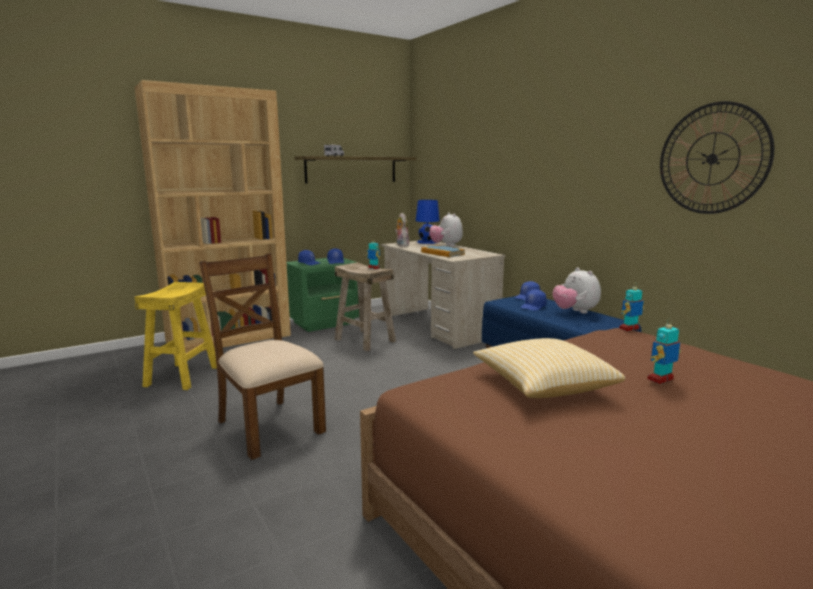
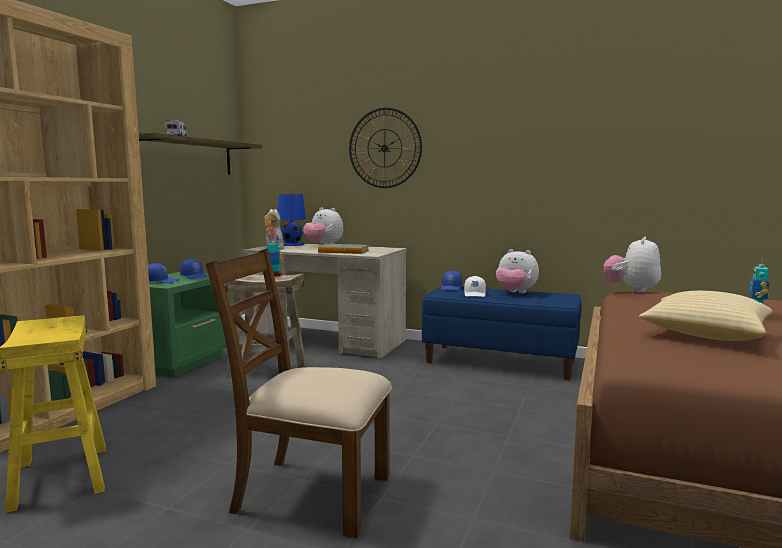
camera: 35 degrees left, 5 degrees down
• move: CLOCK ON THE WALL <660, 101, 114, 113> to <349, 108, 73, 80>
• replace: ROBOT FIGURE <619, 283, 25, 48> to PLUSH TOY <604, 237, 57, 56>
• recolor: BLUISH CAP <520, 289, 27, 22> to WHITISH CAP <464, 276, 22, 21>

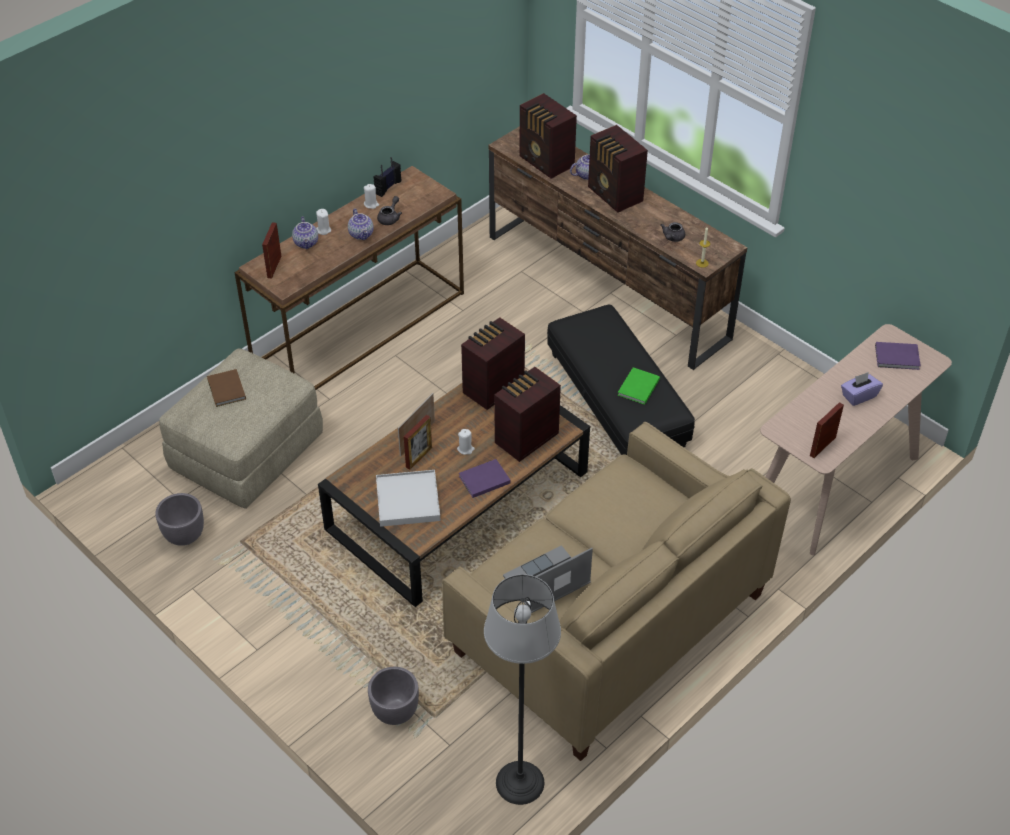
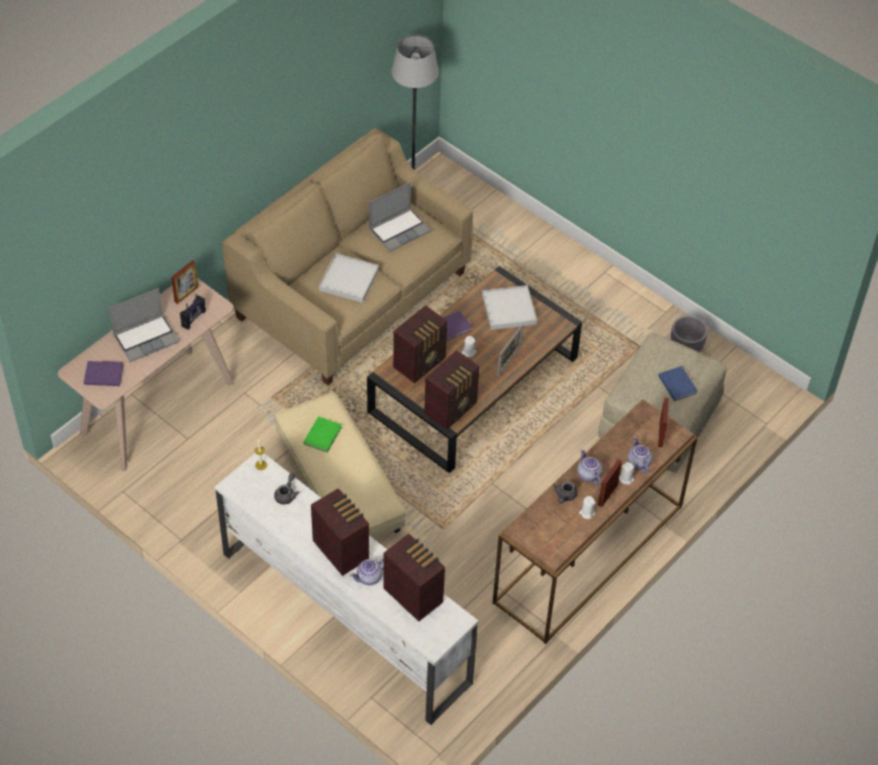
camera: 175 degrees right, 5 degrees up
• recolor: BROWN TV STAND <488, 126, 260, 244> to WHITISH TV STAND <215, 453, 263, 272>
• move: RADIO SET <373, 157, 28, 40> to <180, 294, 26, 36>
• recolor: BLACKISH OTTOMAN <547, 305, 148, 150> to BEIGE OTTOMAN <275, 392, 131, 147>
• recolor: BROWN VOLUME <207, 369, 39, 38> to BLUISH VOLUME <658, 366, 40, 35>
• replace: PURPLE BOX OF TISSUES <841, 372, 42, 34> to LAPTOP <109, 288, 70, 74>
• move: PHOTO FRAME <404, 415, 28, 55> to <598, 459, 24, 48>
• delete: GRAY FLOWER POT <368, 667, 51, 58>
• insert: WHITISH TRAY <319, 253, 60, 50>

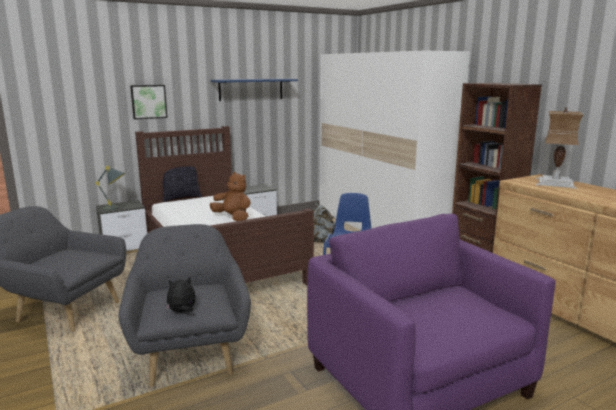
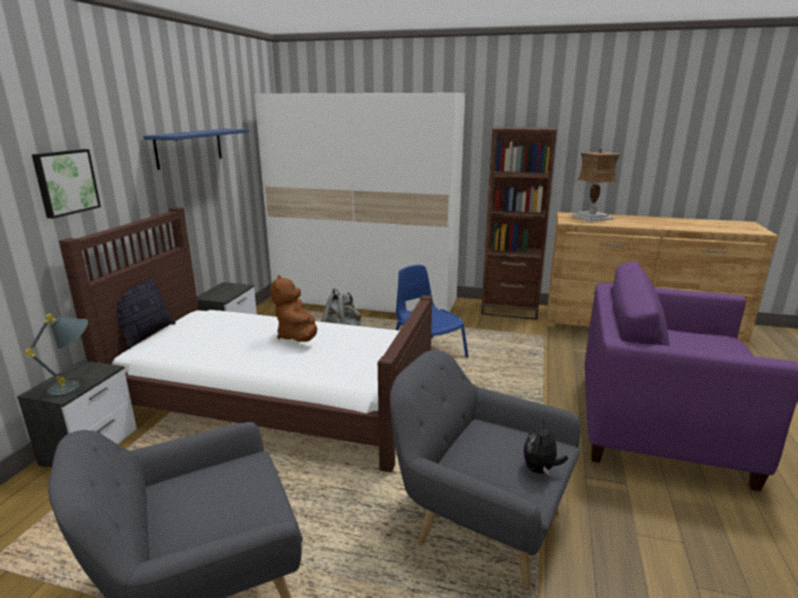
camera: 45 degrees left, 5 degrees up
• rotate: BROWN PLUSH TOY <210, 172, 41, 49> = <271, 275, 46, 67> 90 degrees counterclockwise

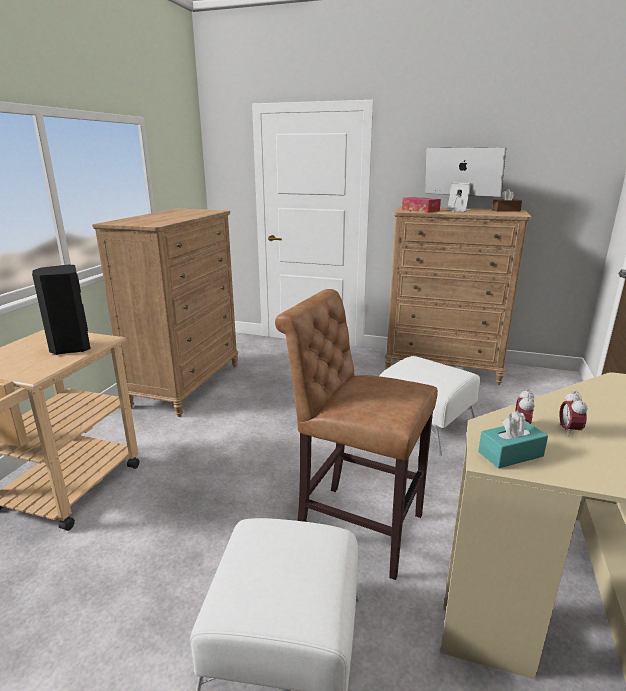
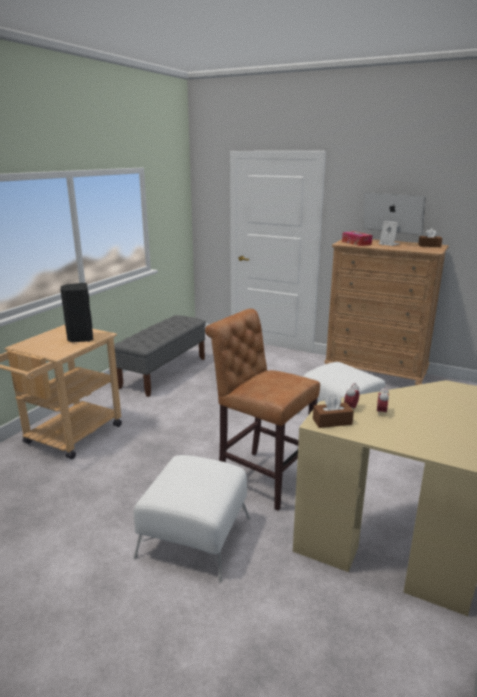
camera: 10 degrees right, 0 degrees up
• replace: BROWN DRESSER <92, 209, 146, 208> to GRAY INDOOR BENCH <114, 315, 92, 82>
• recolor: TURQUOISE-COLOURED BOX OF TISSUES <478, 410, 70, 59> to BROWN BOX OF TISSUES <313, 394, 41, 34>

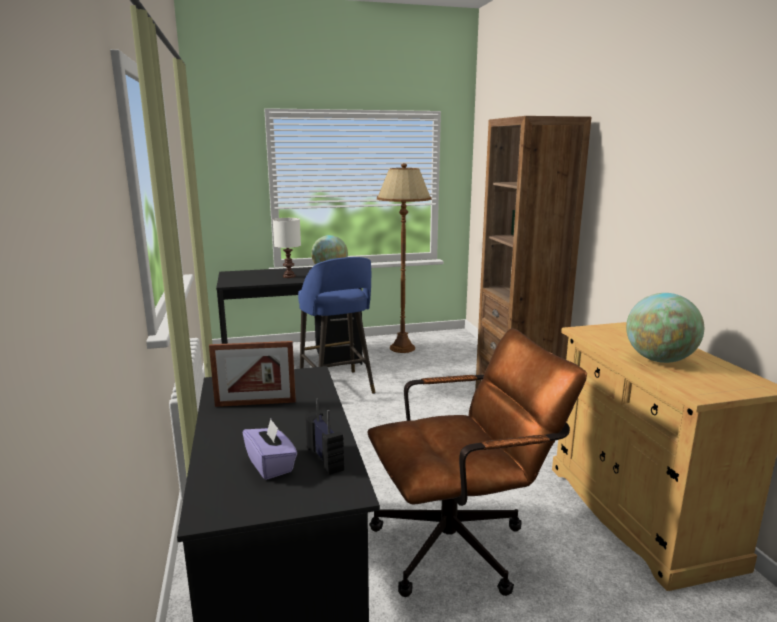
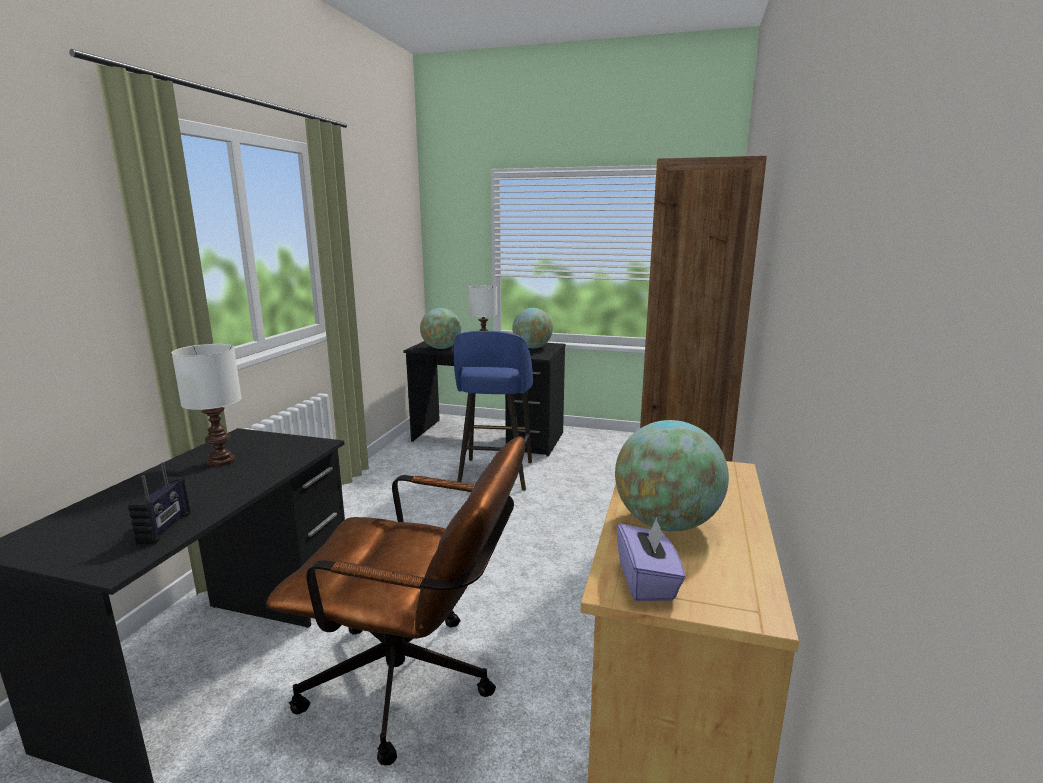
camera: 30 degrees right, 0 degrees up
• delete: BROWN STANDARD LAMP <377, 163, 55, 190>
• replace: PHOTO FRAME <209, 341, 87, 66> to WHITISH TABLETOP LAMP <171, 344, 71, 122>
• move: PURPLE BOX OF TISSUES <243, 419, 54, 61> to <617, 517, 69, 84>
• insert: GLOBE <420, 308, 41, 41>

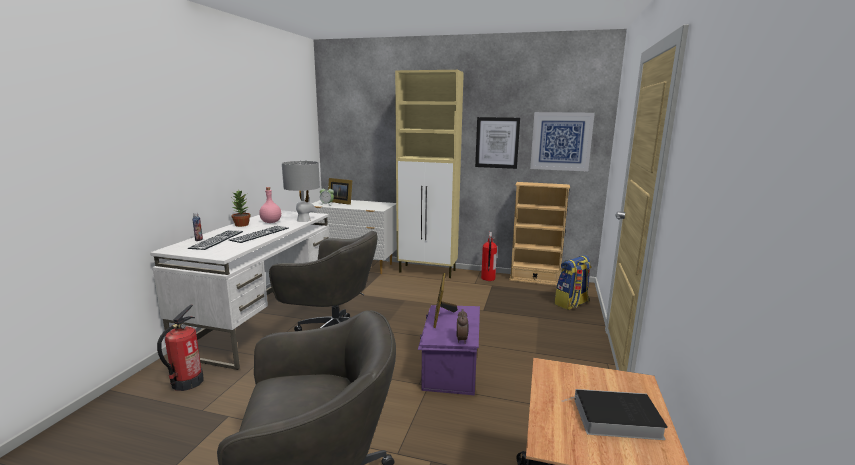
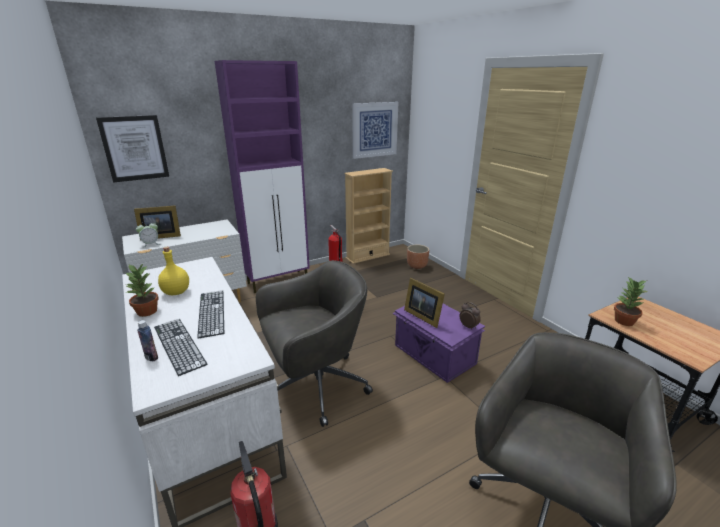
camera: 45 degrees left, 10 degrees up
• recolor: BEIGE CUPBOARD <395, 70, 69, 208> to PURPLE CUPBOARD <215, 60, 95, 233>
• move: PICTURE <475, 117, 45, 52> to <96, 115, 73, 68>
• delete: GRAY TABLETOP LAMP <282, 161, 38, 61>
• recolor: PINK-COLOURED DRINK BOTTLE <259, 187, 22, 36> to YELLOW-COLOURED DRINK BOTTLE <158, 247, 31, 48>
• replace: RUCKSACK <555, 255, 37, 55> to BROWN FLOWER POT <407, 245, 22, 24>
• delete: VOLUME <562, 389, 106, 51>
• insert: PLANT IN A POT <614, 277, 33, 49>

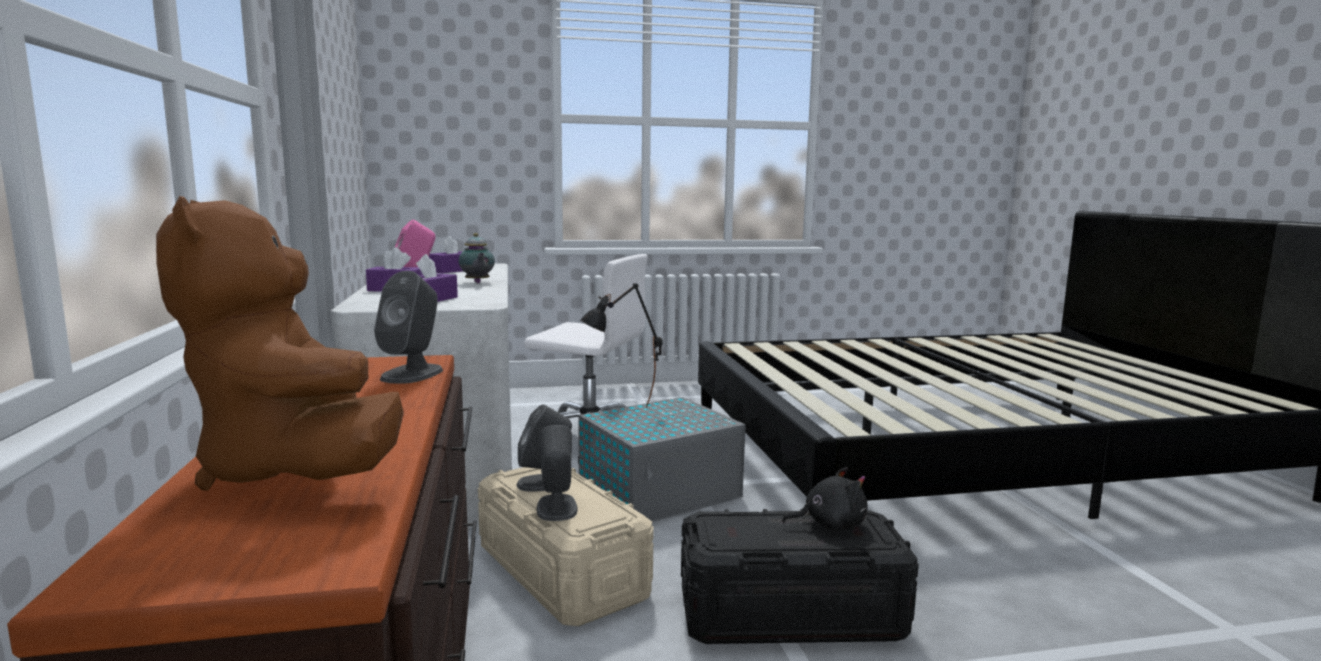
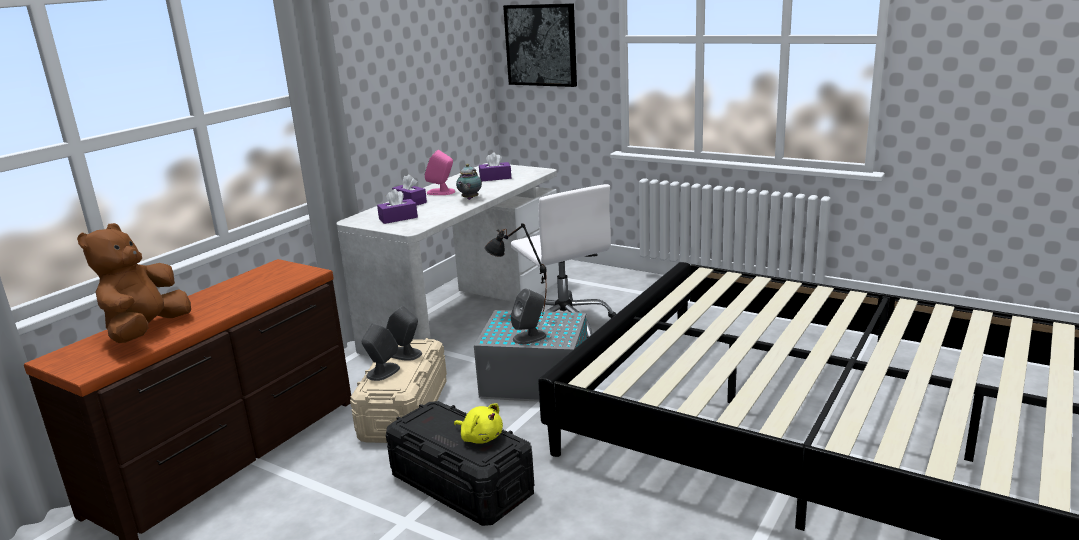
camera: 45 degrees right, 10 degrees up
• move: GRAY LOUDSPEAKER <374, 271, 69, 113> to <511, 289, 36, 56>
• recolor: BLACKISH PLUSH TOY <782, 467, 86, 64> to YELLOW-COLOURED PLUSH TOY <454, 403, 49, 41>
• insert: PICTURE <503, 3, 74, 84>

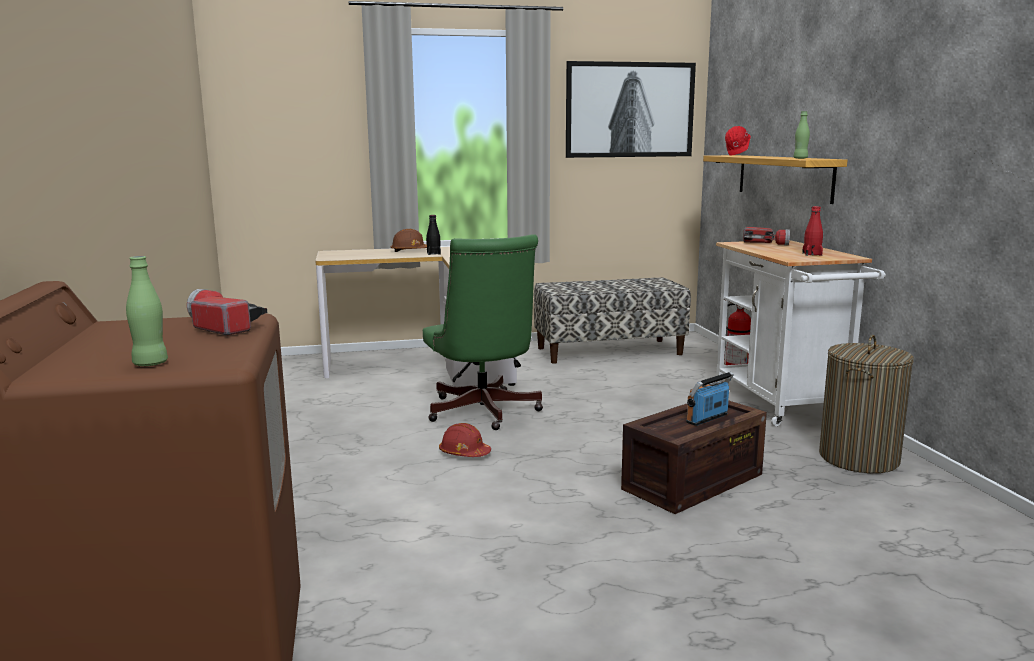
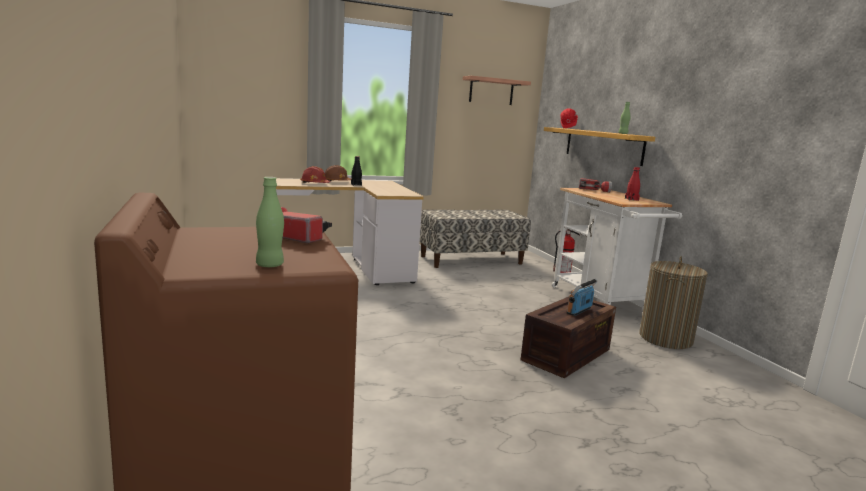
camera: 10 degrees left, 0 degrees up
• replace: PICTURE <566, 61, 130, 97> to BRACKET SHELF <463, 76, 68, 29>
• delete: GREEN-COLOURED DESK CHAIR <423, 234, 120, 196>
• move: REDDISH HARD HAT <439, 423, 52, 34> to <300, 166, 30, 17>

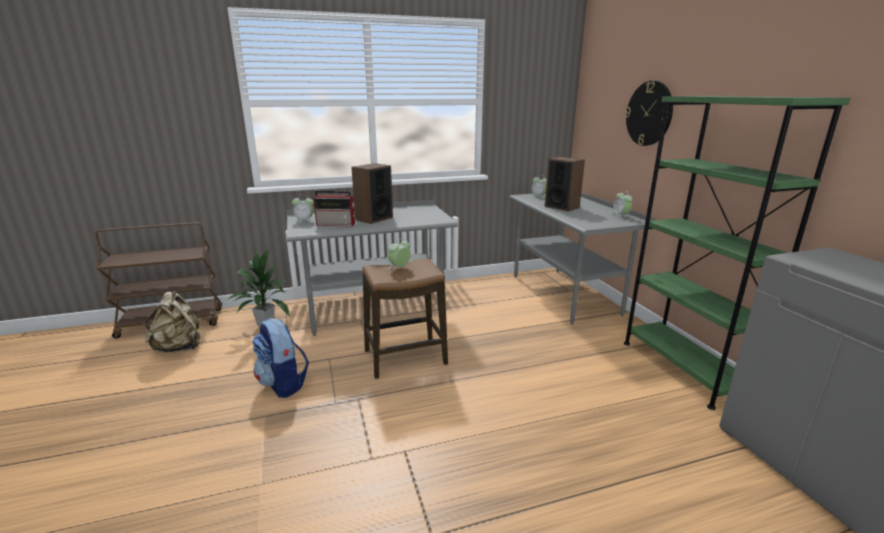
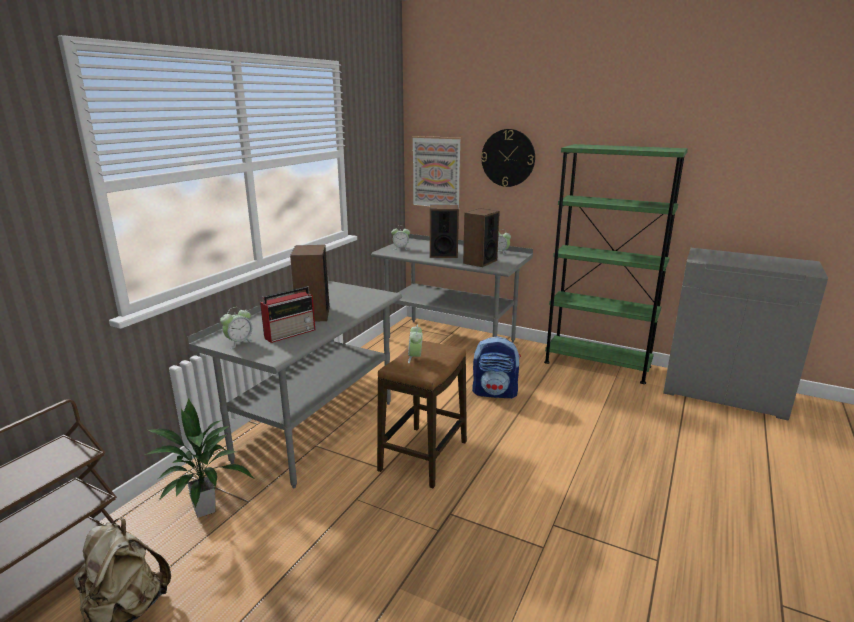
camera: 45 degrees left, 0 degrees up
• move: RUCKSACK <252, 318, 57, 80> to <472, 336, 49, 63>
• insert: PICTURE <412, 136, 49, 72>
• insert: LOUDSPEAKER <463, 208, 37, 59>

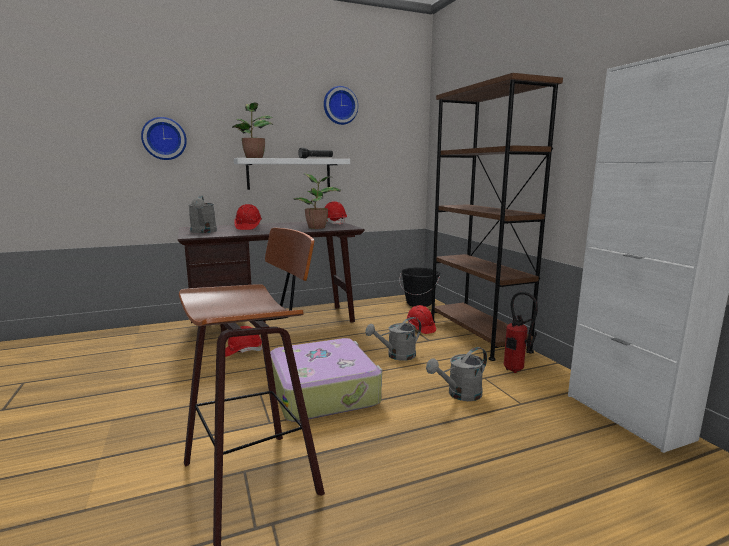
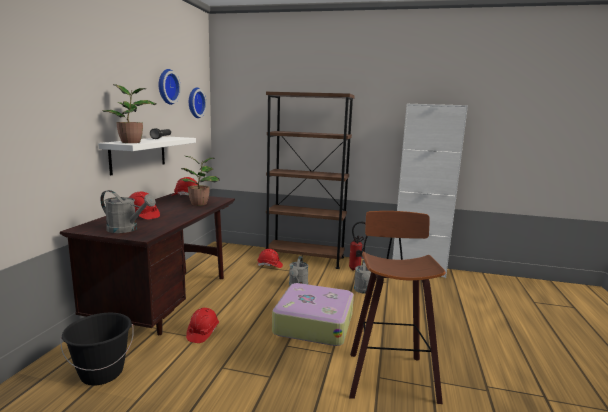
camera: 55 degrees left, 0 degrees up
• move: CLOCK ON THE WALL <141, 117, 46, 43> to <189, 87, 18, 31>
• move: BLACKISH WATER BUCKET <399, 267, 41, 40> to <60, 313, 74, 73>

